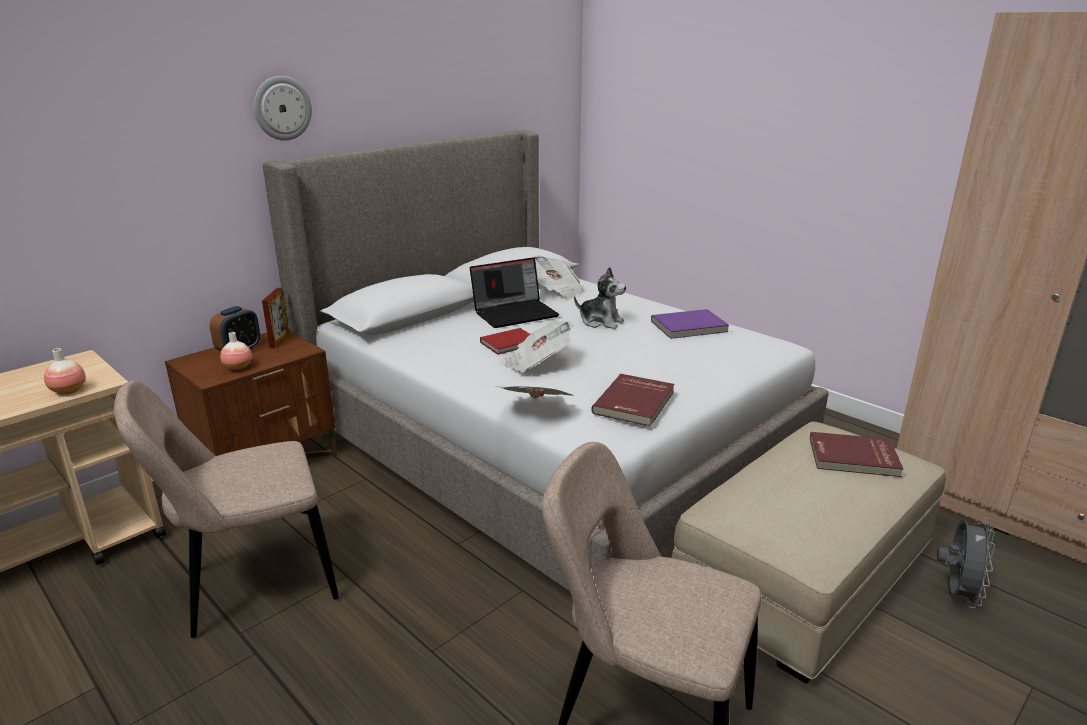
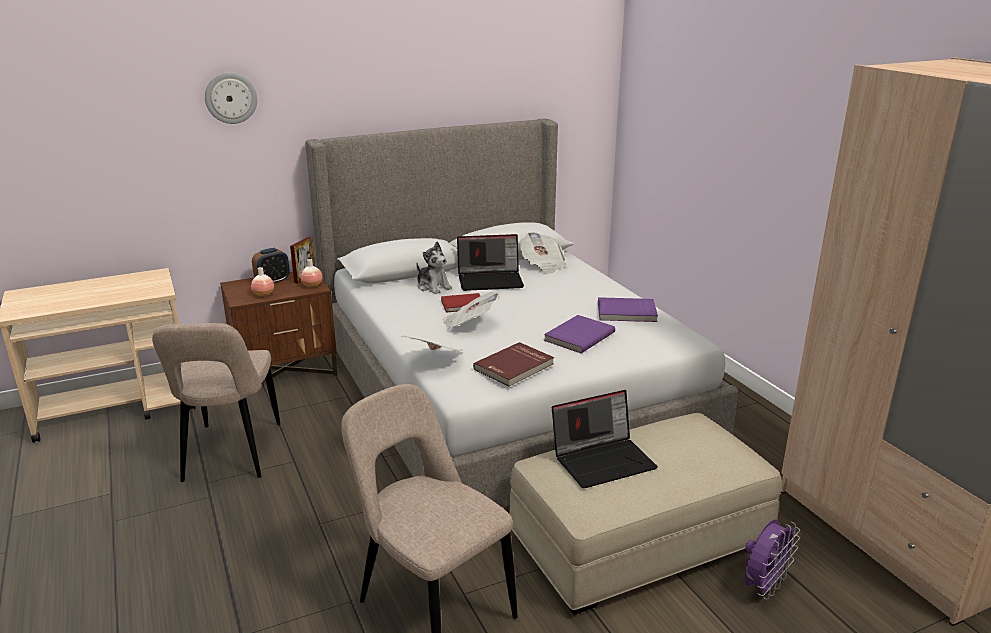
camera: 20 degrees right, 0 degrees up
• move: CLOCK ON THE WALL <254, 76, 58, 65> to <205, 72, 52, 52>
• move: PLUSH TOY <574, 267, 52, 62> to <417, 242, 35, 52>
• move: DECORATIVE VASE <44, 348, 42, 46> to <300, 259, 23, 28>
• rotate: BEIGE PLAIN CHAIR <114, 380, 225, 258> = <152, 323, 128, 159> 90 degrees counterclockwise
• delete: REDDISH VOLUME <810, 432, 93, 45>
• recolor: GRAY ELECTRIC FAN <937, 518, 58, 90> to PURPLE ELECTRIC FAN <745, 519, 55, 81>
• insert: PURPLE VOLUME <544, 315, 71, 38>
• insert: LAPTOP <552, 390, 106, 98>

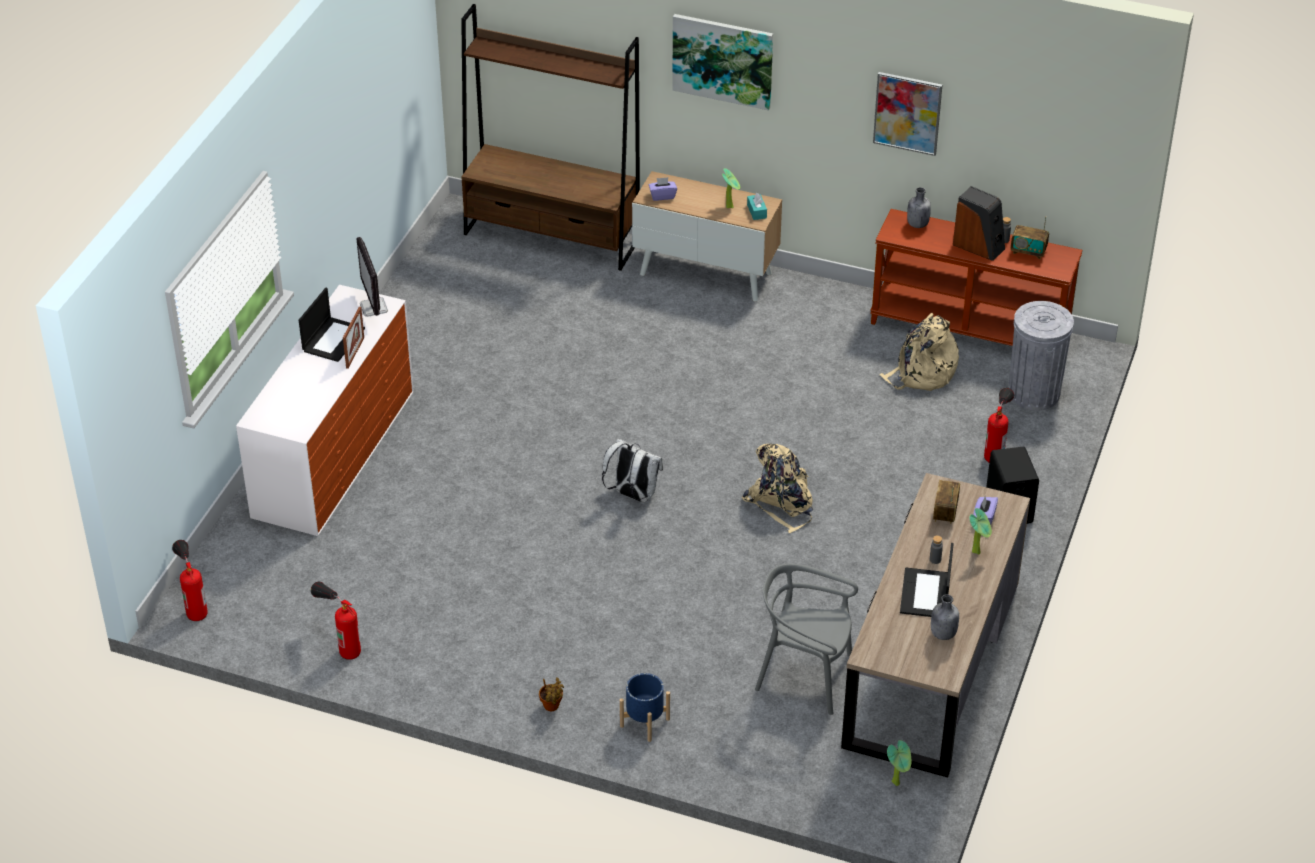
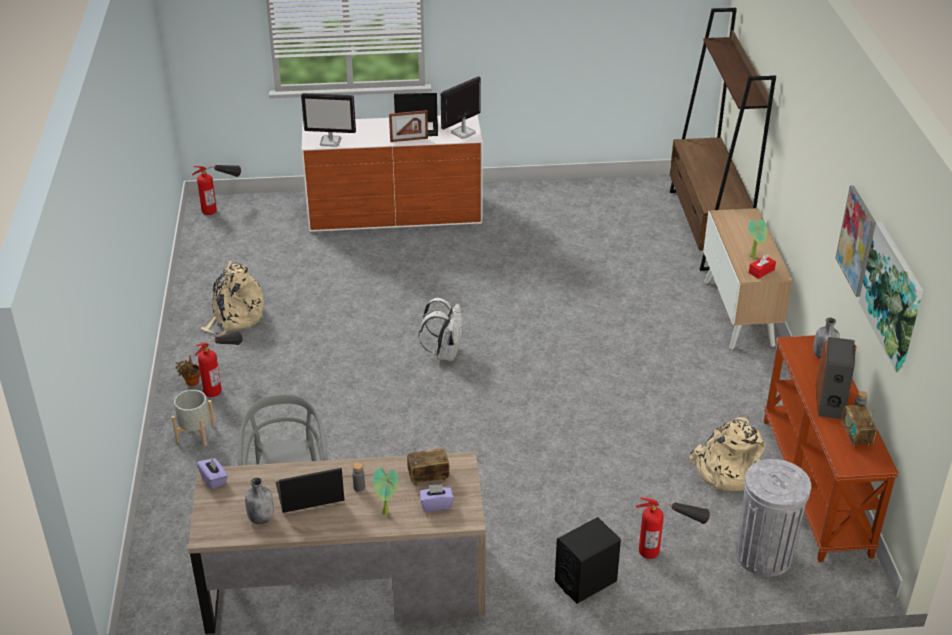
camera: 65 degrees right, 5 degrees down
• move: PICTURE <672, 14, 101, 97> to <859, 222, 64, 151>
• move: PURPLE BOX OF TISSUES <649, 177, 28, 24> to <196, 457, 32, 32>
• recolor: TURQUOISE-COLOURED BOX OF TISSUES <747, 193, 20, 27> to REDDISH BOX OF TISSUES <749, 254, 27, 25>
• move: BEIGE RUCKSACK <742, 444, 71, 89> to <200, 261, 64, 74>
• move: FIRE-FIGHTING CYLINDER <311, 582, 50, 78> to <195, 331, 48, 66>
• recolor: BLUISH FLOWER POT <620, 673, 50, 69> to GRAY FLOWER POT <172, 390, 43, 56>
• delete: PLANT IN A POT <887, 740, 24, 46>
• insert: MONITOR <301, 93, 55, 54>

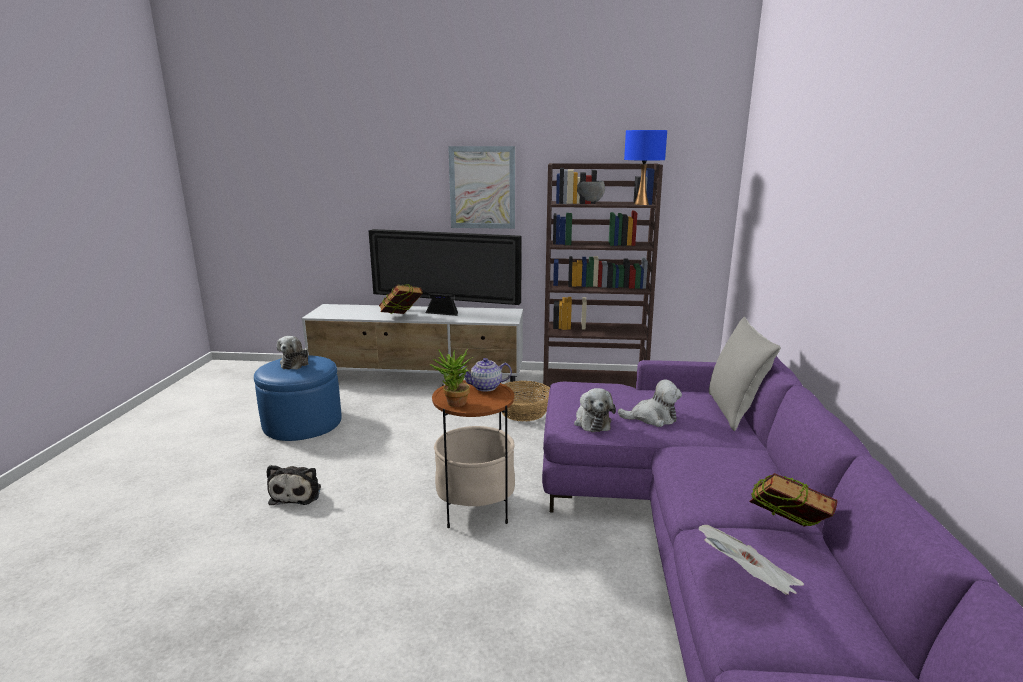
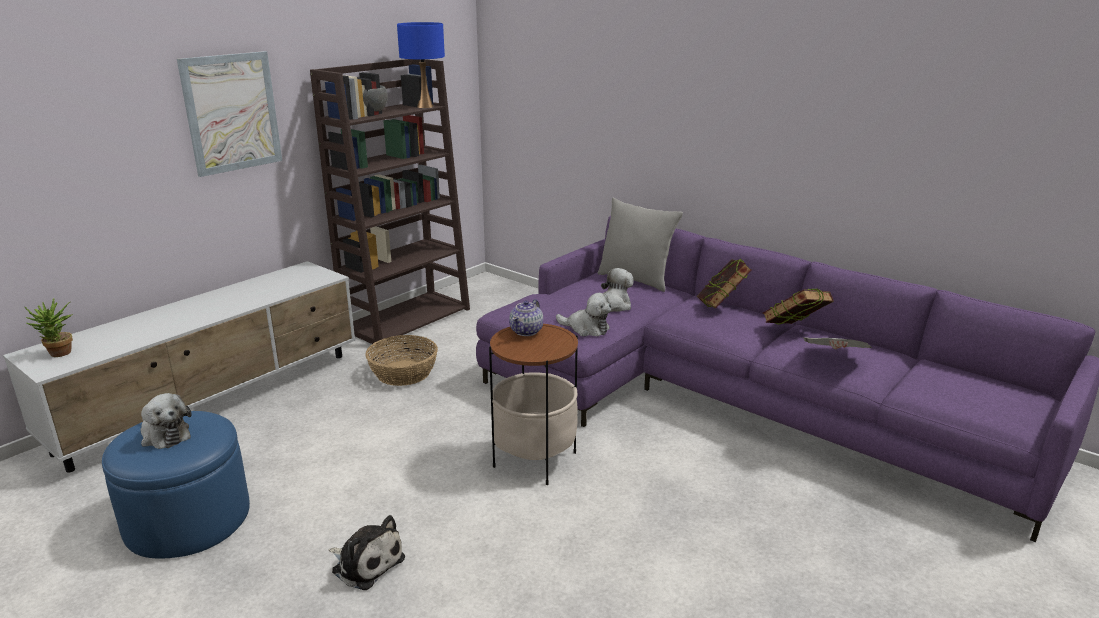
camera: 55 degrees left, 5 degrees up
• delete: TELEVISION <368, 229, 154, 87>
• move: VOLUME <379, 284, 44, 30> to <697, 259, 55, 49>
• move: PLANT IN A POT <430, 349, 44, 58> to <25, 298, 48, 59>

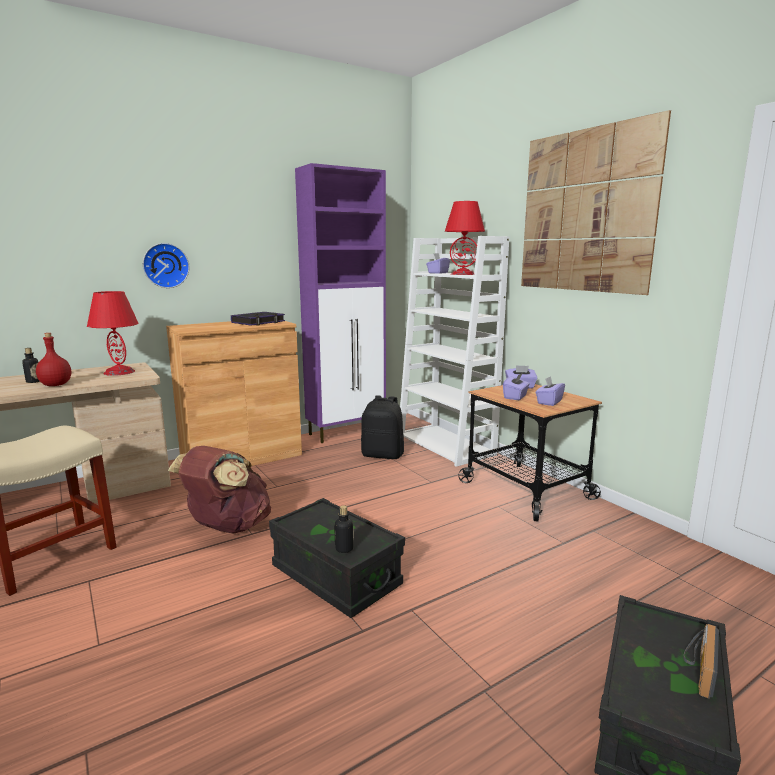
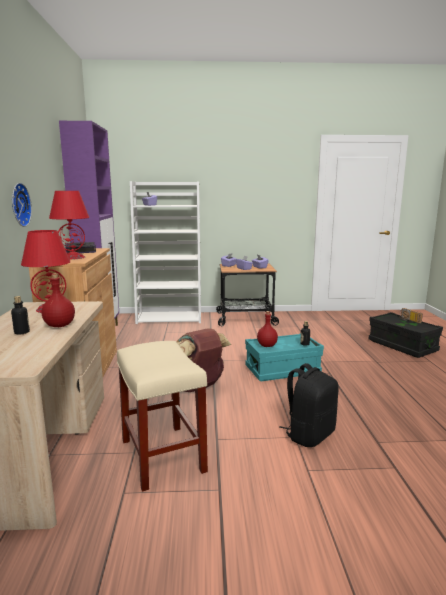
camera: 60 degrees left, 0 degrees up
• delete: PICTURE <521, 110, 150, 185>
• move: REDDISH TABLETOP LAMP <445, 201, 40, 74> to <49, 191, 41, 69>
• move: BLACKISH RUCKSACK <361, 396, 43, 63> to <279, 363, 60, 84>
• recolor: BLACKISH STORAGE CONTAINER <269, 498, 136, 120> to TURQUOISE-COLOURED STORAGE CONTAINER <245, 333, 79, 48>
• insert: REDDISH DRINK BOTTLE <257, 311, 21, 36>

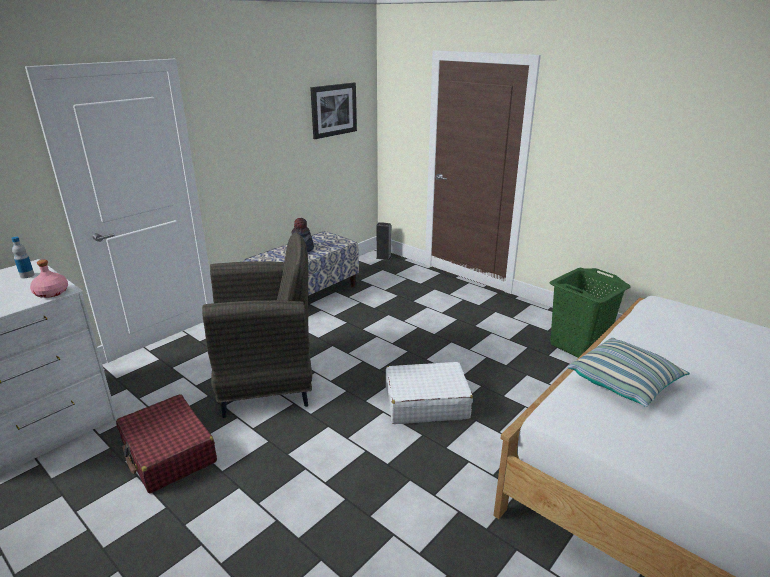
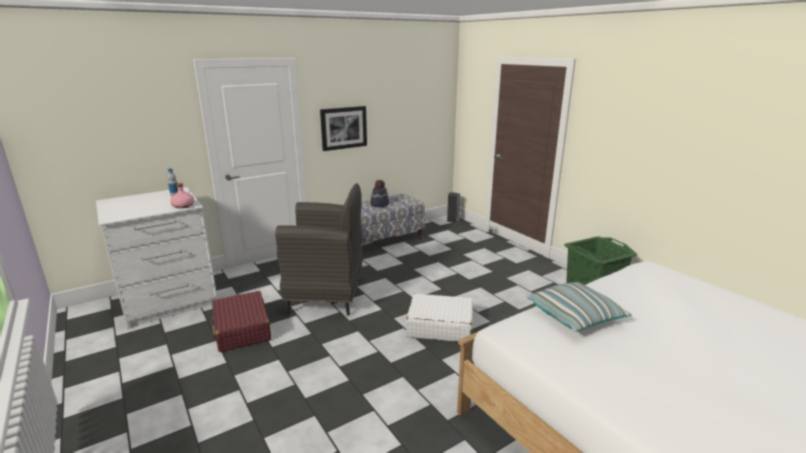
camera: 15 degrees right, 5 degrees down
• move: PICTURE <310, 83, 47, 56> to <320, 106, 47, 45>

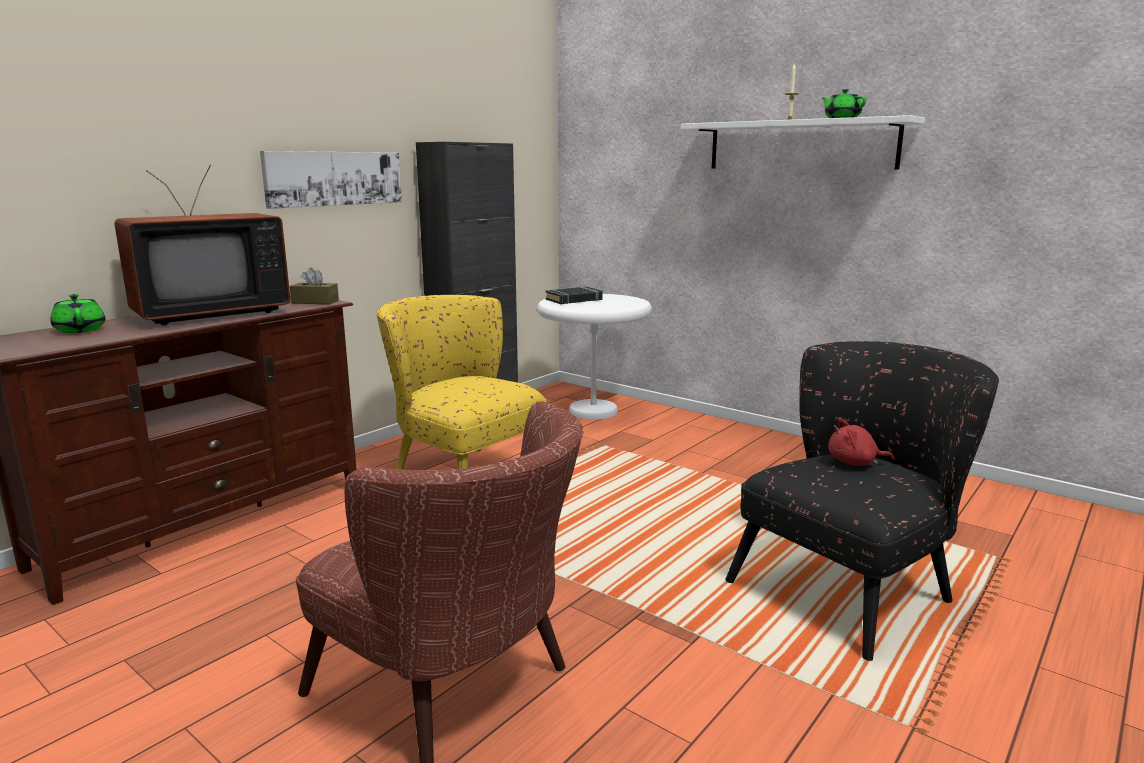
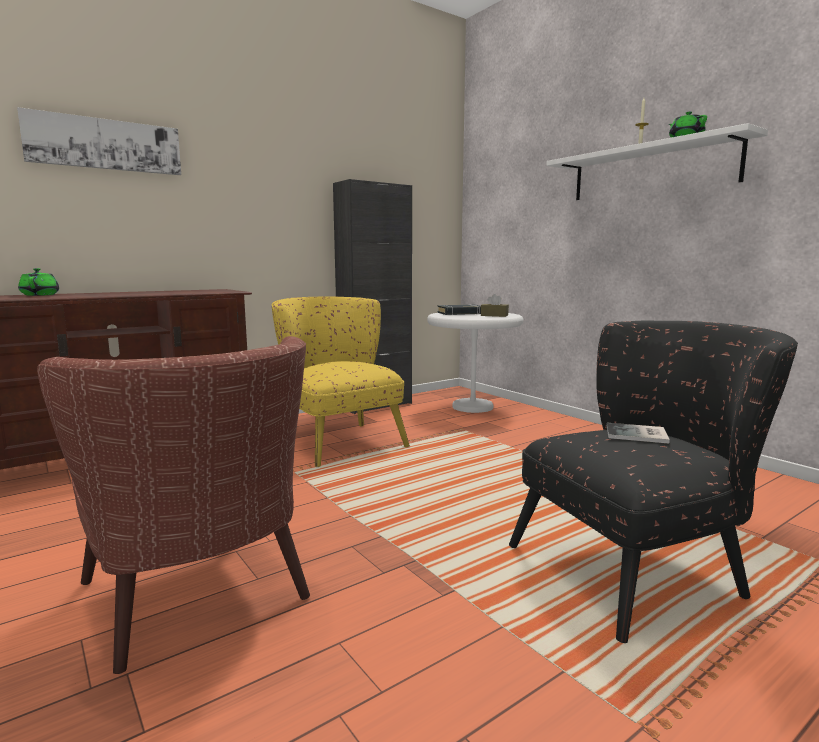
camera: 15 degrees right, 5 degrees down
• move: PICTURE <260, 151, 142, 58> to <17, 107, 164, 68>
• delete: TELEVISION <114, 165, 176, 161>
• move: BROWN BOX OF TISSUES <290, 267, 49, 37> to <481, 294, 28, 23>
• replace: REDDISH PLUSH TOY <828, 418, 66, 48> to VOLUME <607, 423, 63, 21>

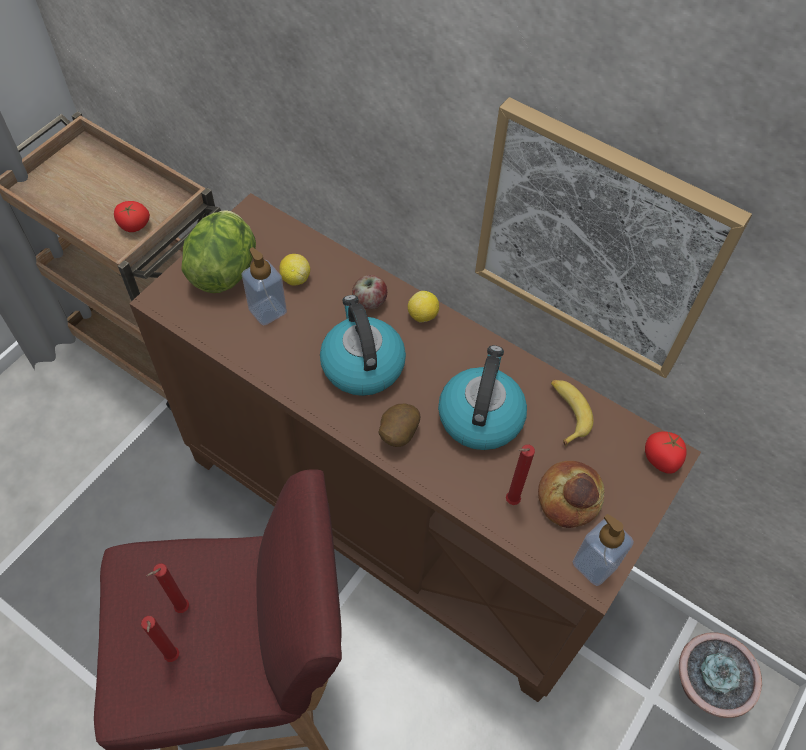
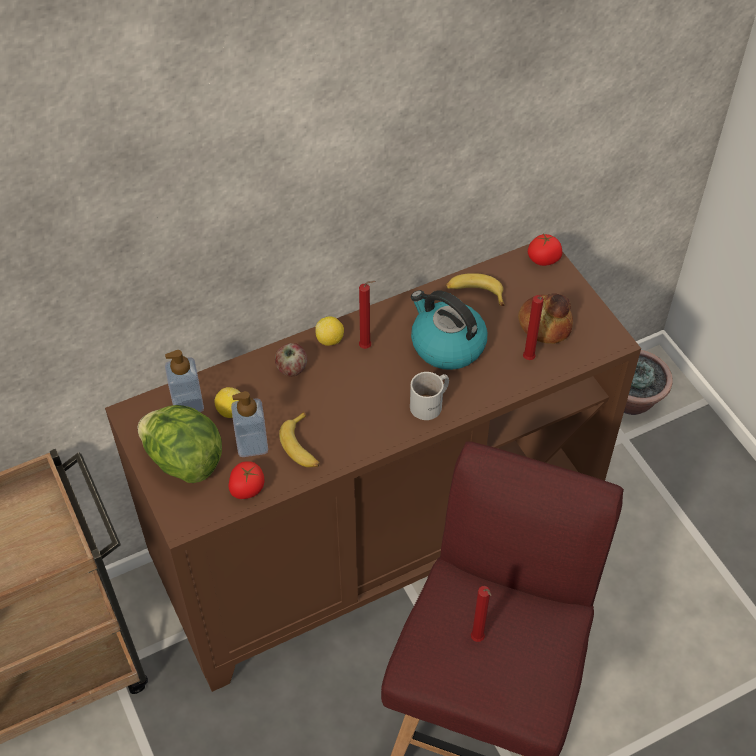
camera: 60 degrees left, 5 degrees down
• delete: PICTURE <475, 97, 277, 281>
• move: TOMATO <114, 201, 36, 31> to <228, 461, 36, 38>
• delete: KETTLE <320, 295, 86, 101>
• replace: WHOLE POTATO <378, 404, 42, 43> to WHITISH MUG <410, 372, 39, 48>
• move: SOAP DISPENSER <573, 514, 61, 72> to <165, 350, 39, 62>
• move: REDDISH WAX LIGHT <141, 616, 38, 46> to <359, 281, 17, 68>
• insert: BANANA FRUIT <279, 411, 41, 56>

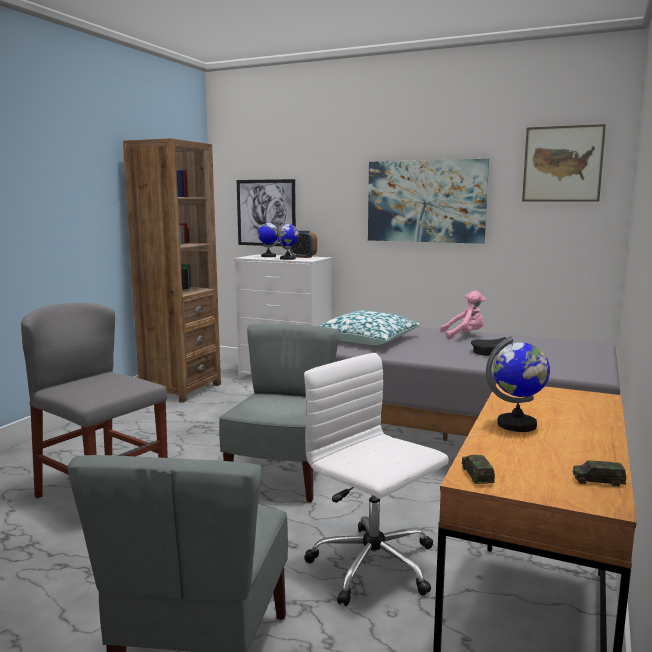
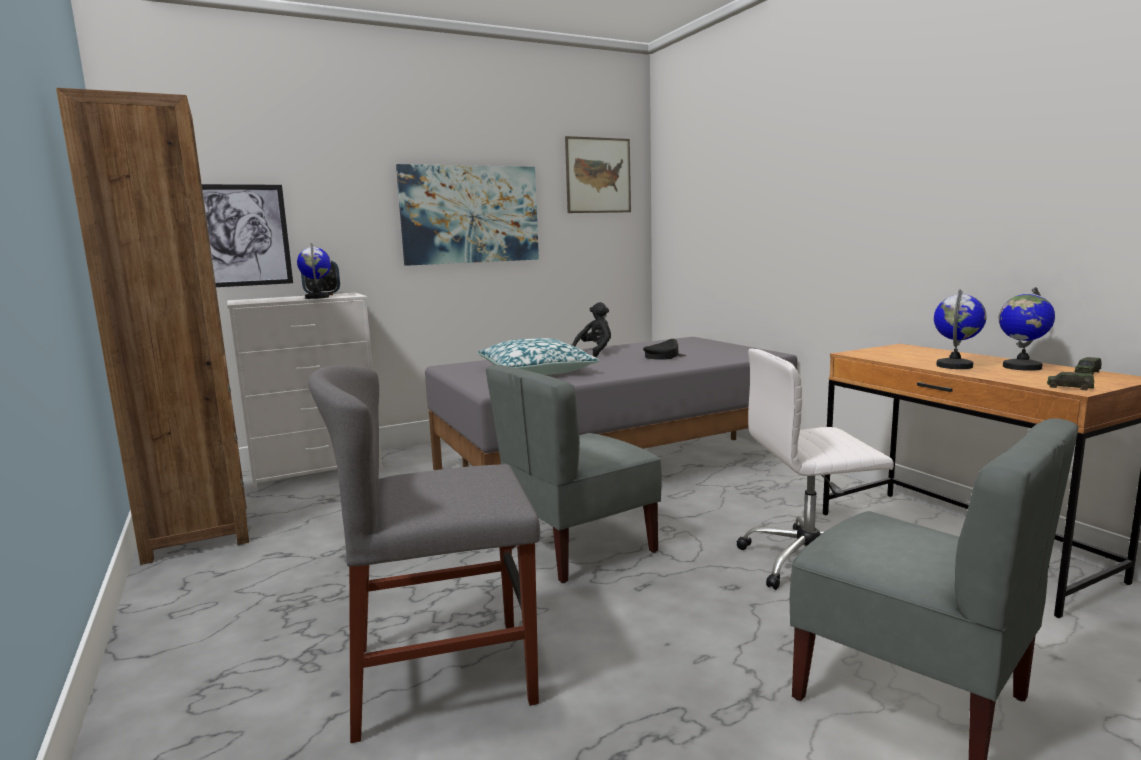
camera: 50 degrees left, 0 degrees up
• move: GLOBE <258, 220, 22, 37> to <998, 287, 57, 84>
• recolor: PINK-COLOURED PLUSH TOY <440, 291, 45, 49> to BLACKISH PLUSH TOY <572, 302, 39, 55>
• rotate: GRAY PLAIN CHAIR <219, 324, 120, 178> = <486, 365, 176, 218> 90 degrees counterclockwise

